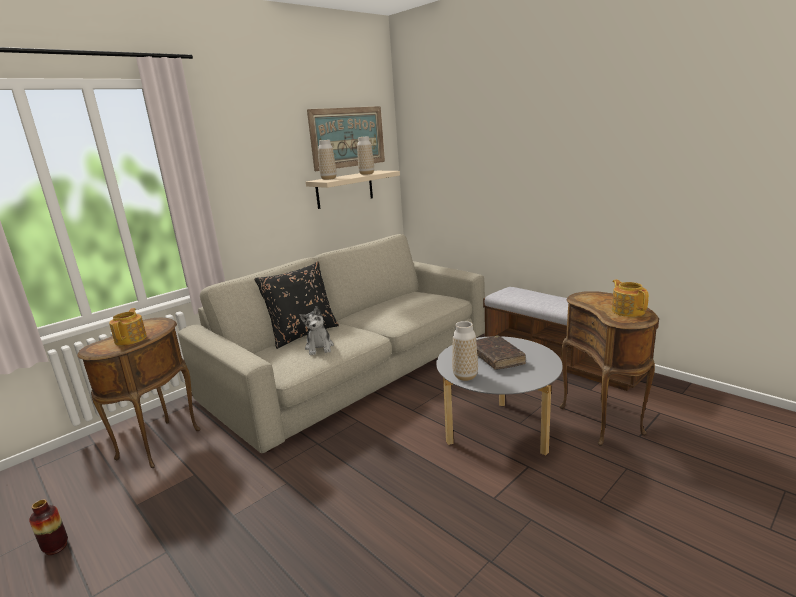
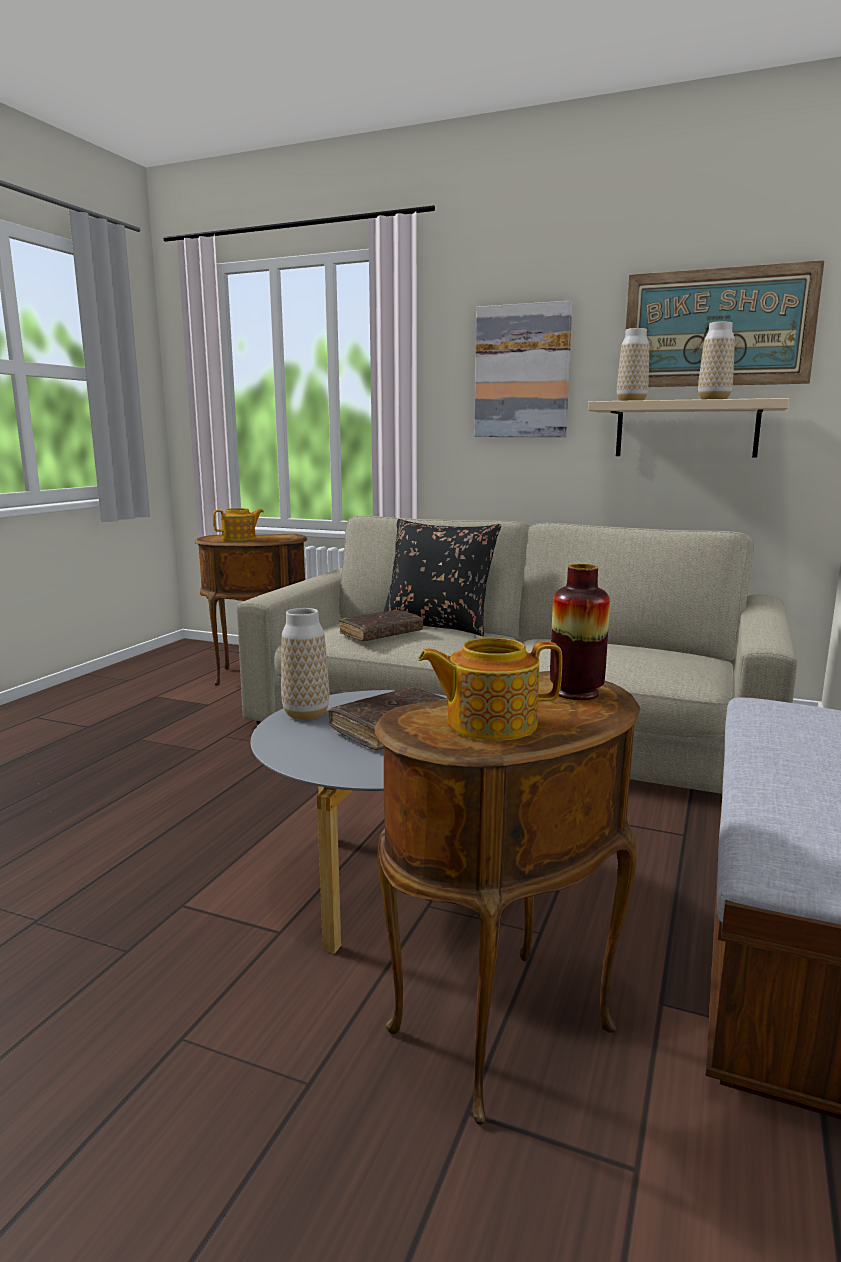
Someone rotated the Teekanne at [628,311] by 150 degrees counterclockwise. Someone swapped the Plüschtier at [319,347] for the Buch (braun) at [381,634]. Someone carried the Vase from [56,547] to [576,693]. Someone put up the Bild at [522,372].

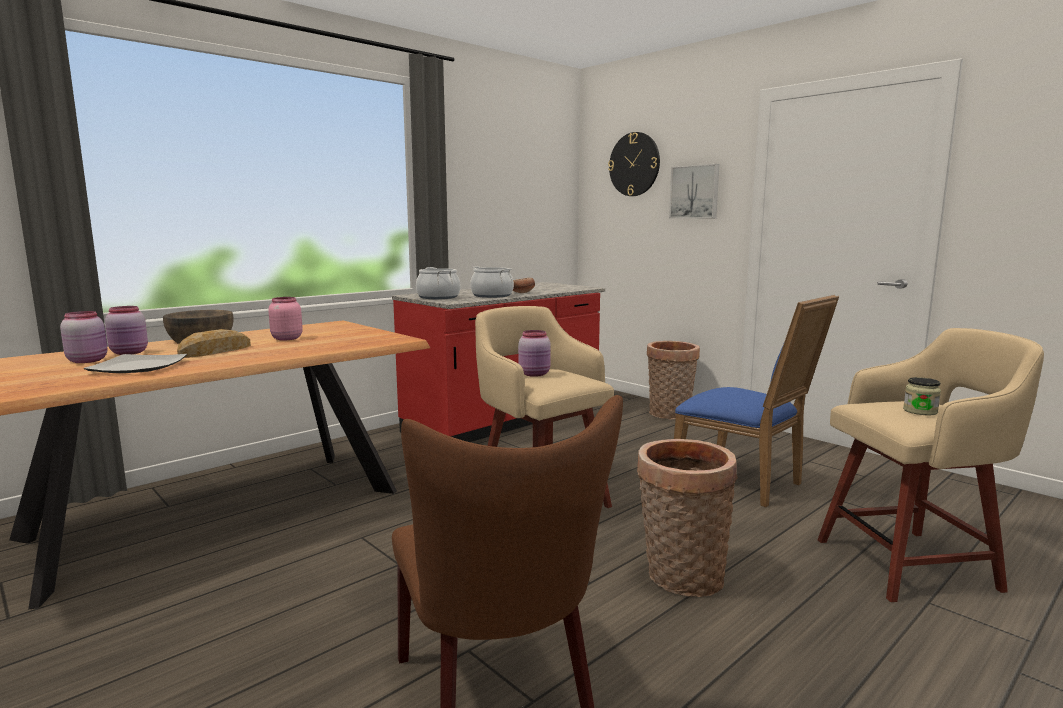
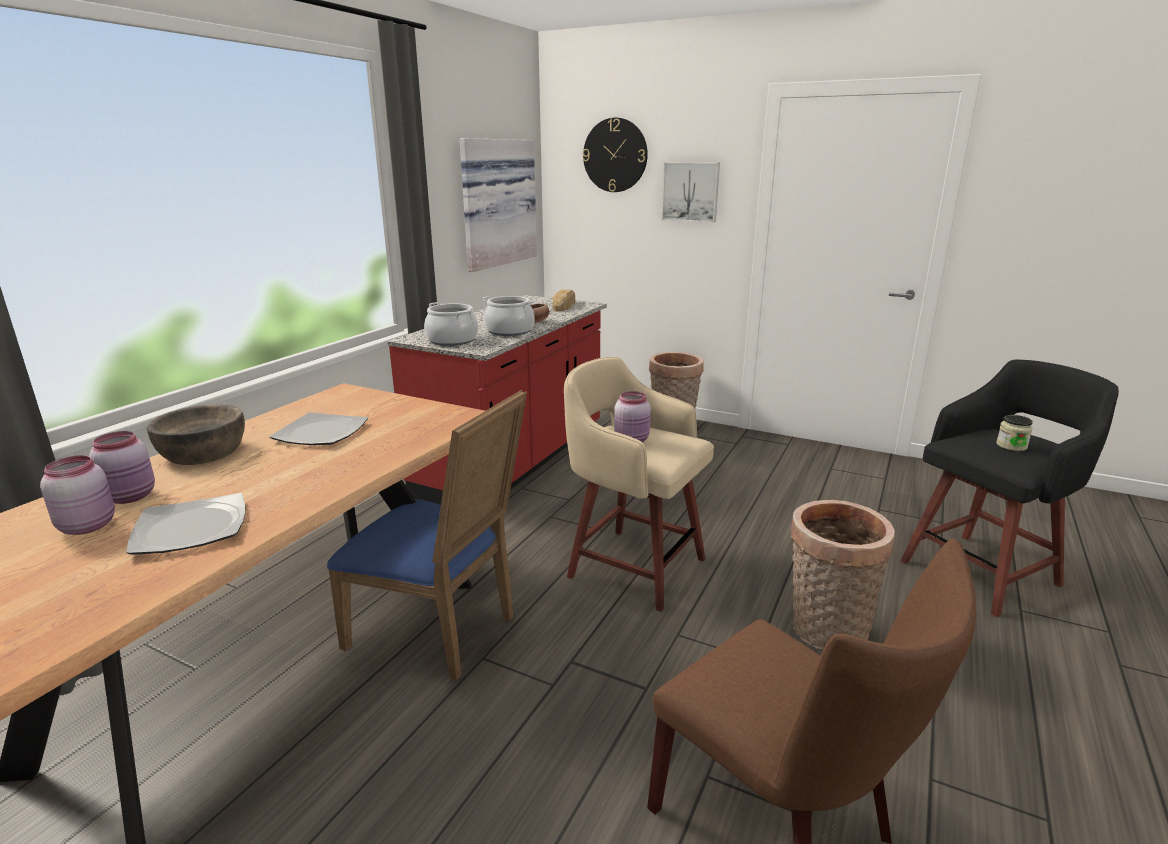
Someone carried the Stuhl (blau) from [744,483] to [441,631]. Someone swapped the Vorratsglas (rosa) at [286,338] for the Teller at [320,433]. Someone repainted the Hocker (beige) at [911,564], which became the Hocker (schwarz) at [983,572]. Someone carried the Brot from [215,351] to [564,305]. Someone put up the Bild at [496,203].

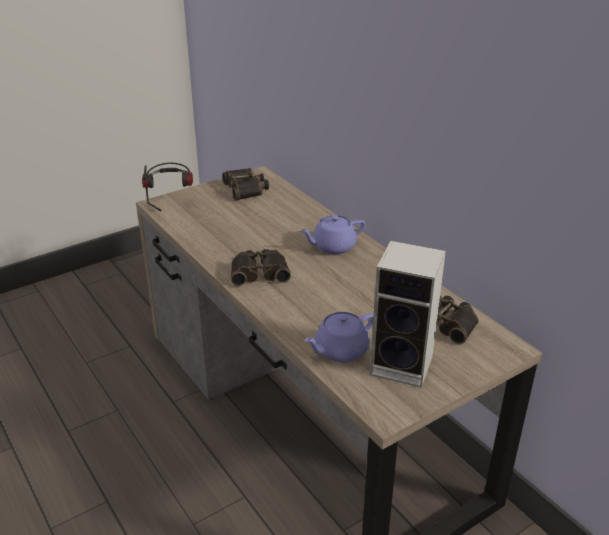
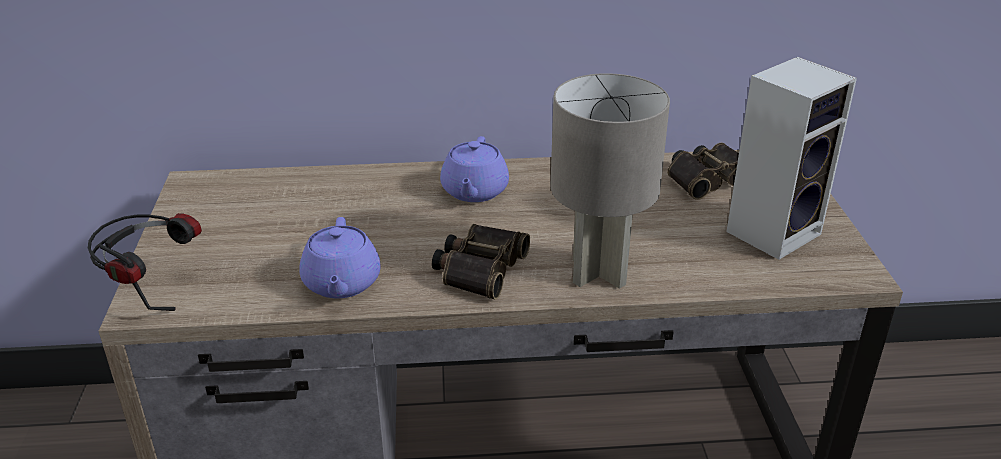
Someone took away the Fernglas at [246,189]. Someone carried the Teekanne (lila) from [340,350] to [341,283]. Someone put down the Tischlampe (grau) at [598,271].

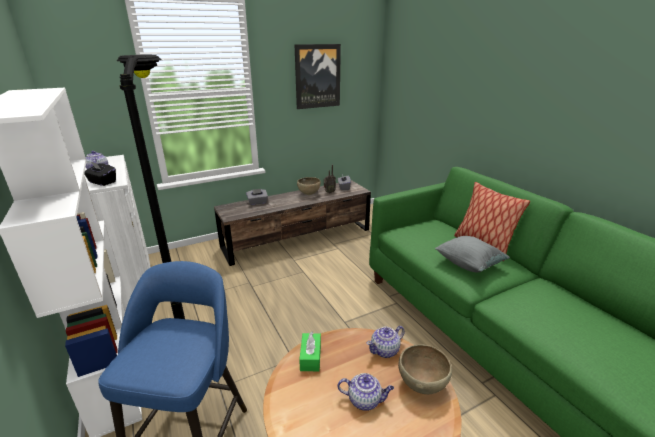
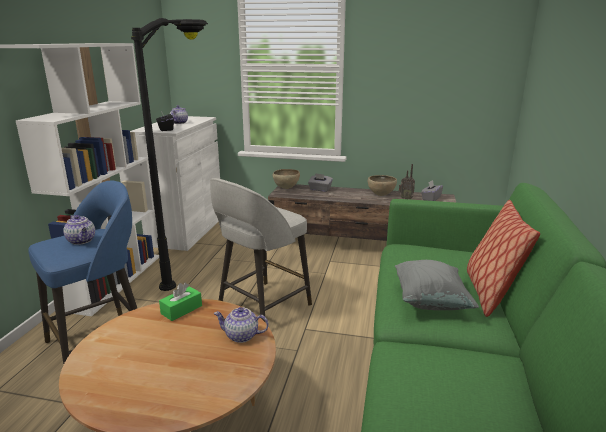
Someone took away the Bild at [317,76]. Someone carried the Schüssel (braun) from [422,384] to [286,188]. Someone carried the Teekanne from [365,400] to [82,241]. Someone put down the Hocker (grau) at [262,307].

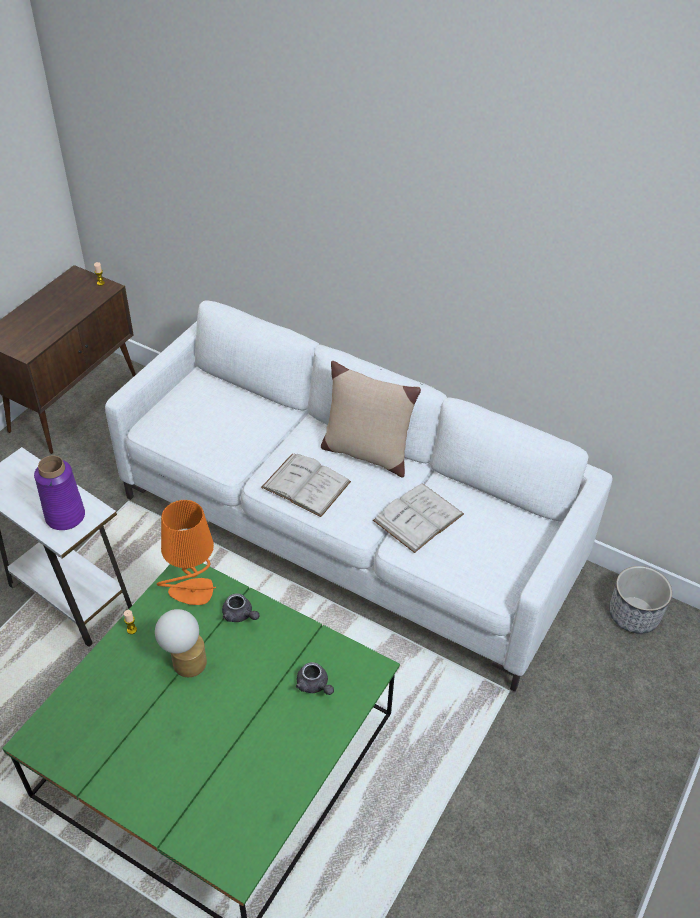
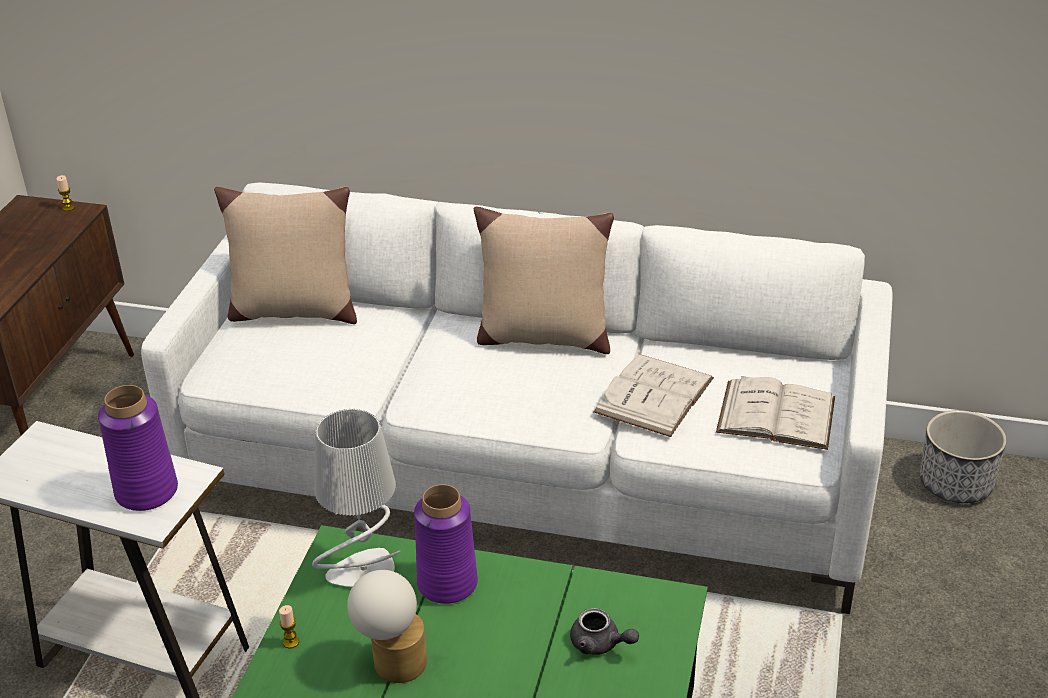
Someone carried the Buch (weiß) from [306,484] to [776,414]. Someone repainted the Tischlampe (orange) at [192,593], which became the Tischlampe (grau) at [362,572]. Someone swapped the Teekanne (grau) at [240,615] for the Vase (lila) at [448,583]. Someone put down the Kissen (beige) at [293,311].

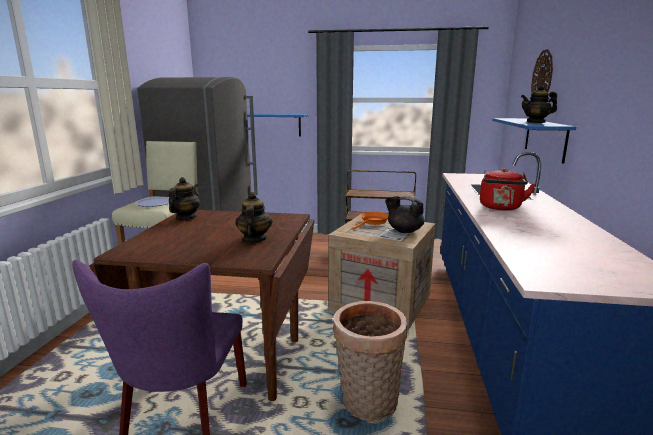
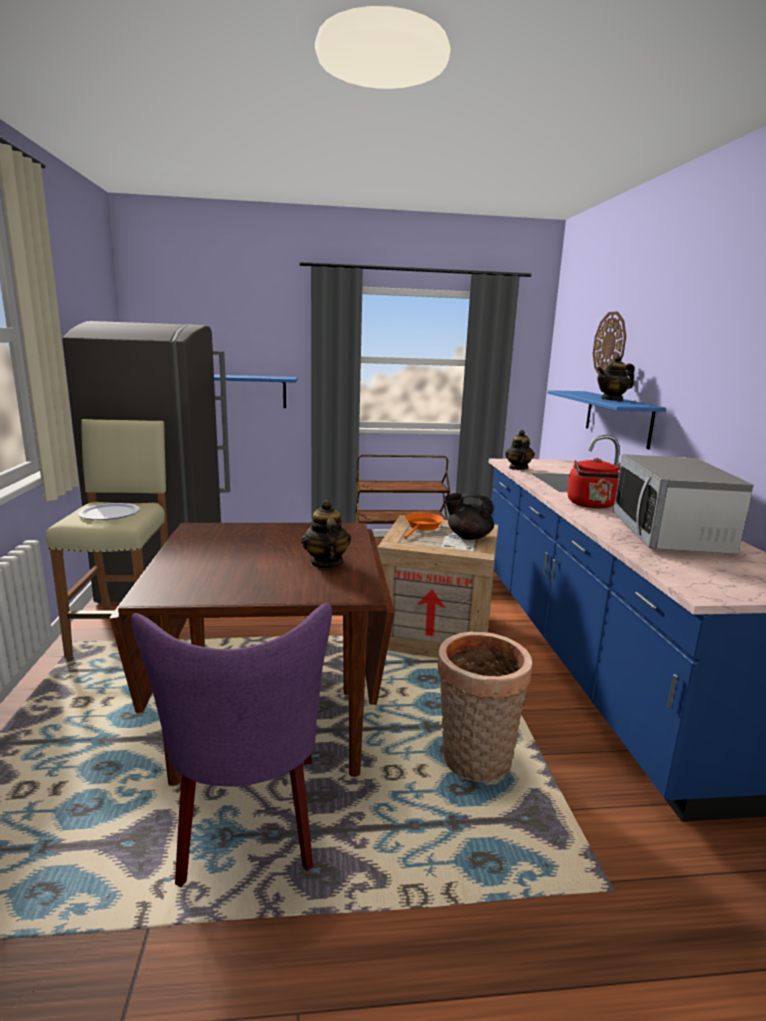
Someone carried the Teekanne from [186,218] to [518,468]. Someone put down the Mikrowelle at [669,535].

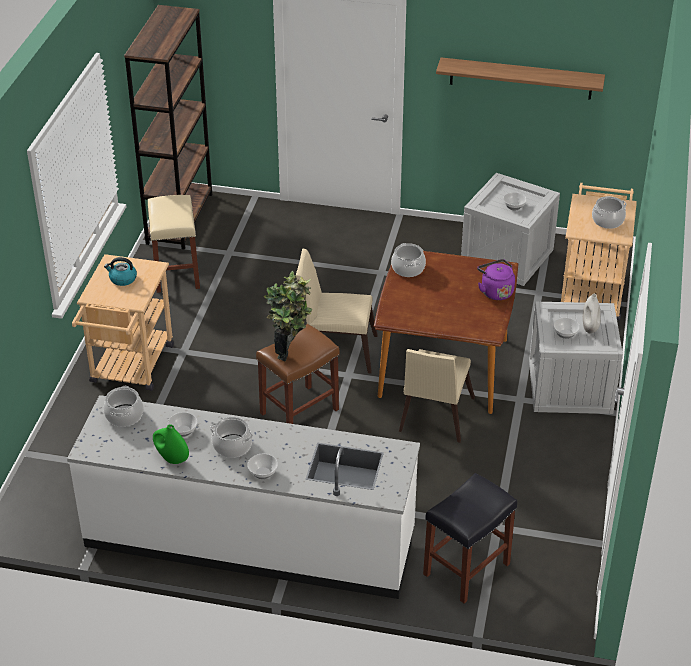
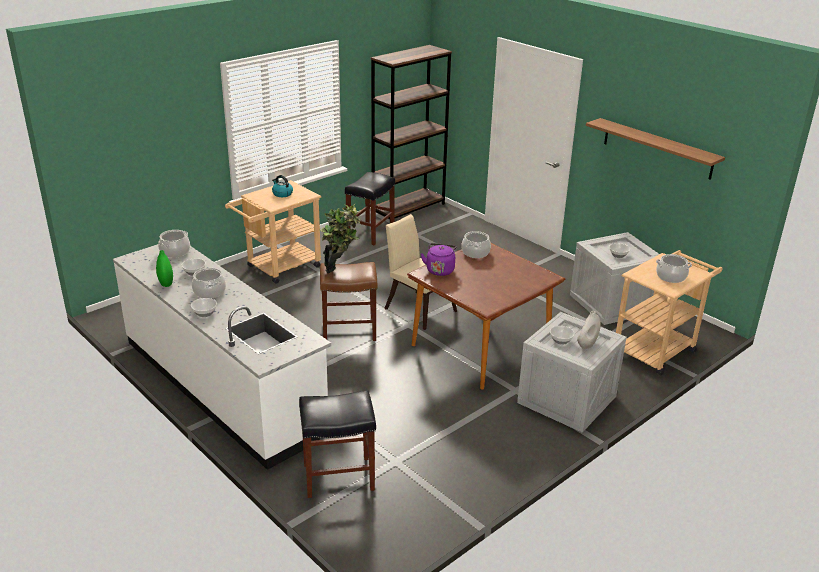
Someone repainted the Hocker (beige) at [177,274], which became the Hocker (schwarz) at [370,234]. Someone carried the Wasserkessel (lila) from [495,291] to [440,270]. Someone took away the Stuhl (beige) at [434,418].

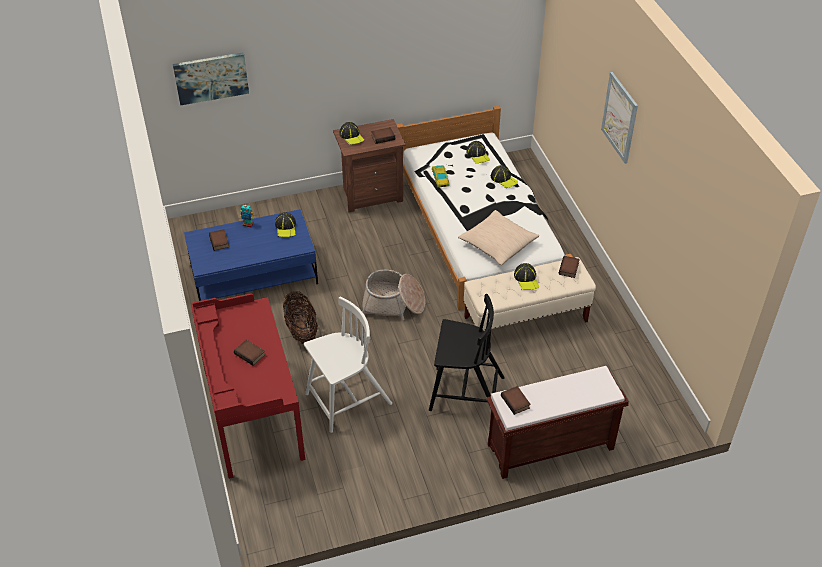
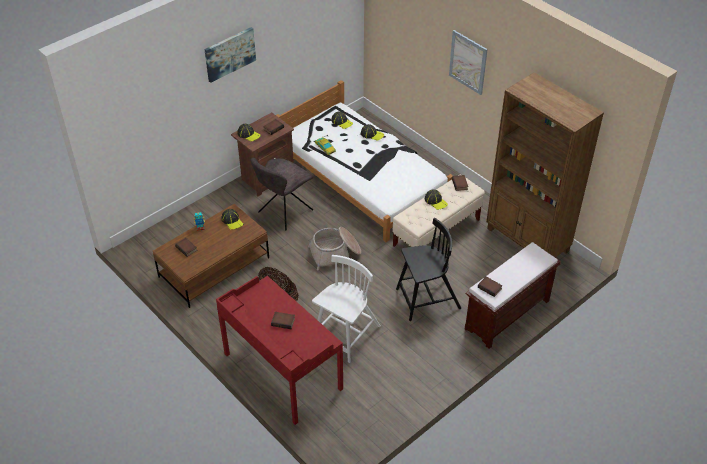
Someone carried the Bild from [211,77] to [230,54]. Someone repainted the Couchtisch (blau) at [253,275], which became the Couchtisch (braun) at [214,267]. Someone took away the Kissen (beige) at [498,244]. Someone put down the Bücherregal (braun) at [527,240]. Someone put down the Stuhl (grau) at [284,212].

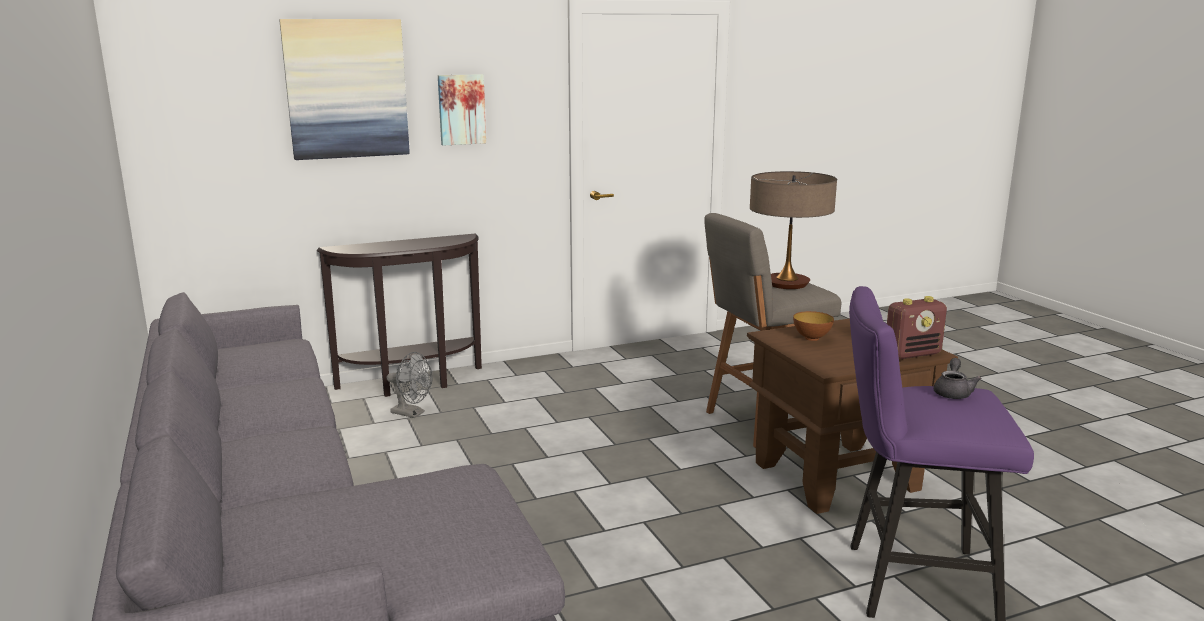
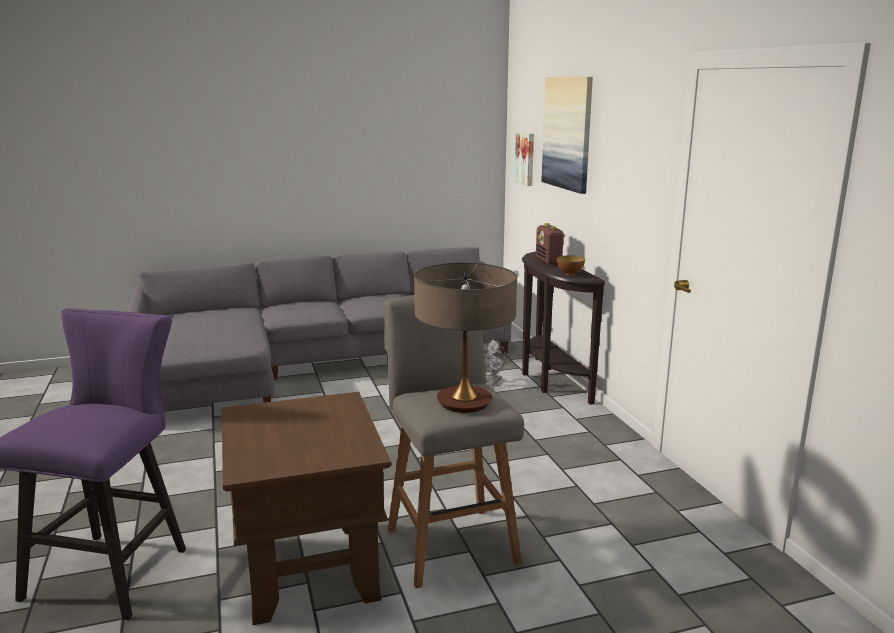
Someone carried the Bild from [461,109] to [526,158]. Someone carried the Radio from [912,354] to [549,261]. Someone carried the Schüssel from [811,338] to [570,274]. Someone took away the Teekanne (grau) at [953,392].

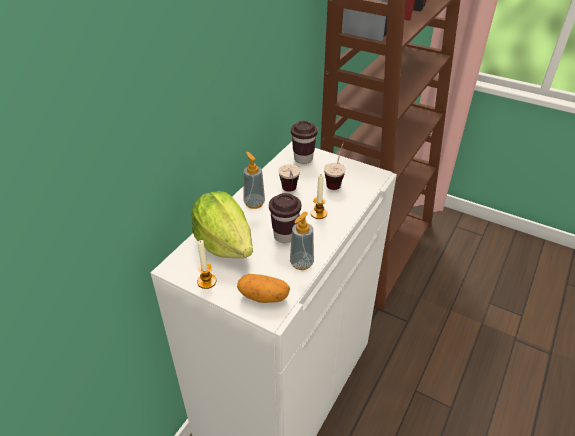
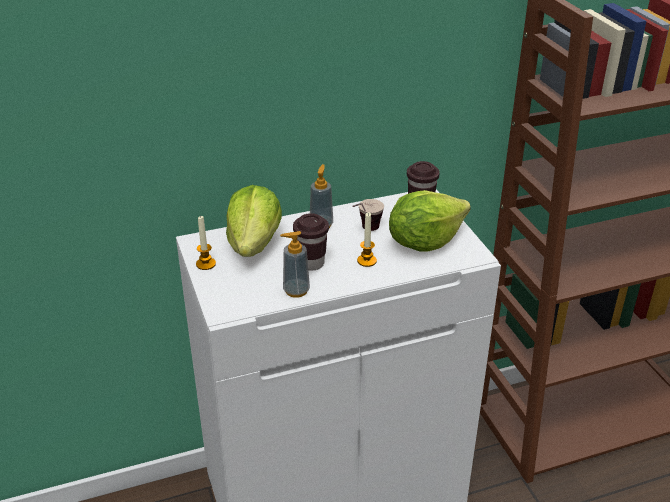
Someone swapped the Tasse at [336,181] for the Salatkopf at [424,241]. Someone took away the Kartoffel at [263,296].

